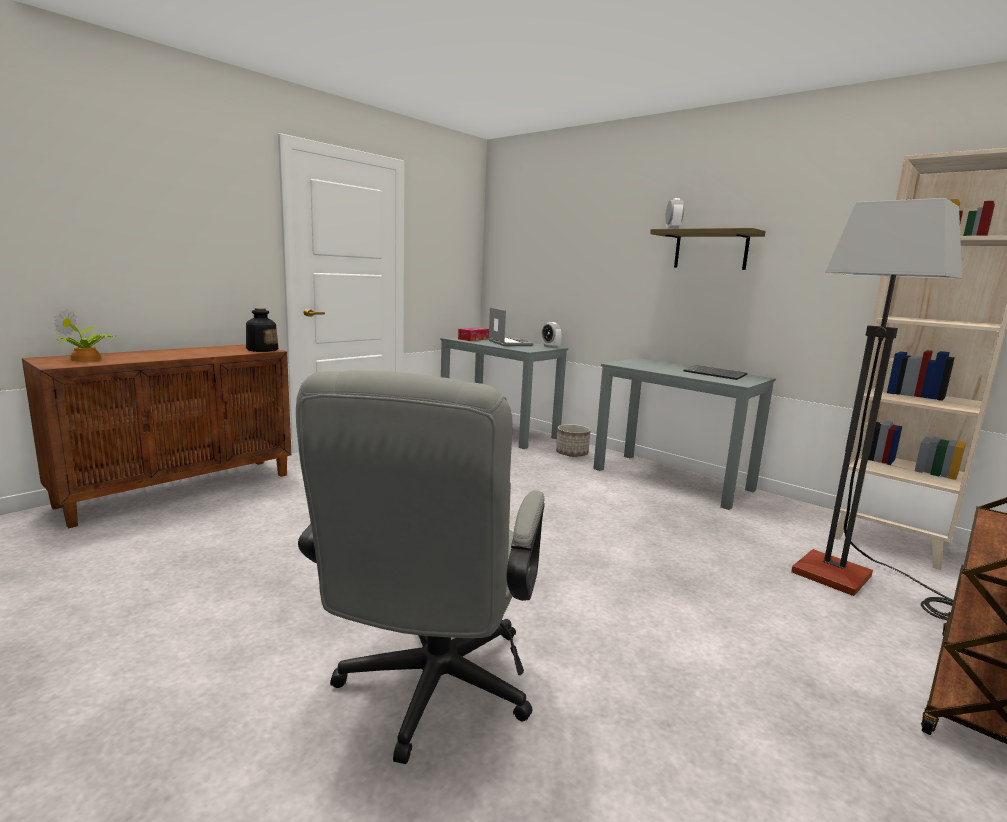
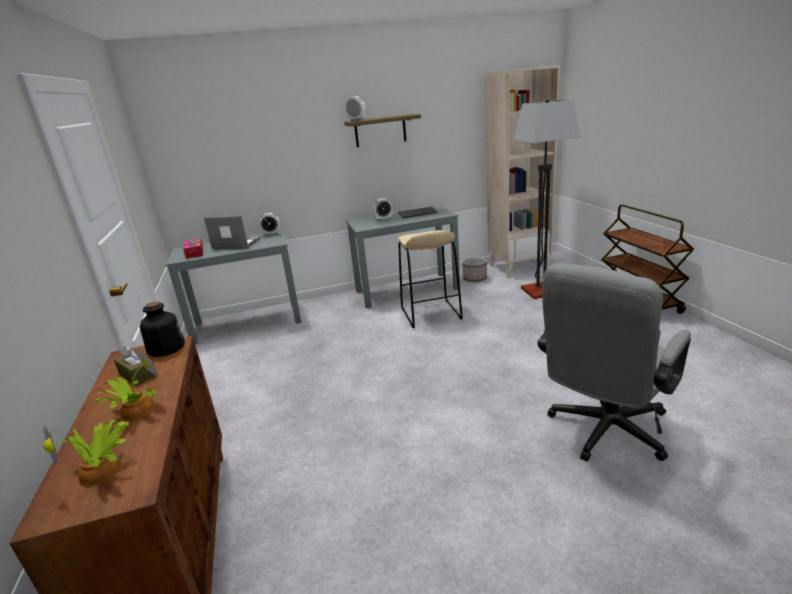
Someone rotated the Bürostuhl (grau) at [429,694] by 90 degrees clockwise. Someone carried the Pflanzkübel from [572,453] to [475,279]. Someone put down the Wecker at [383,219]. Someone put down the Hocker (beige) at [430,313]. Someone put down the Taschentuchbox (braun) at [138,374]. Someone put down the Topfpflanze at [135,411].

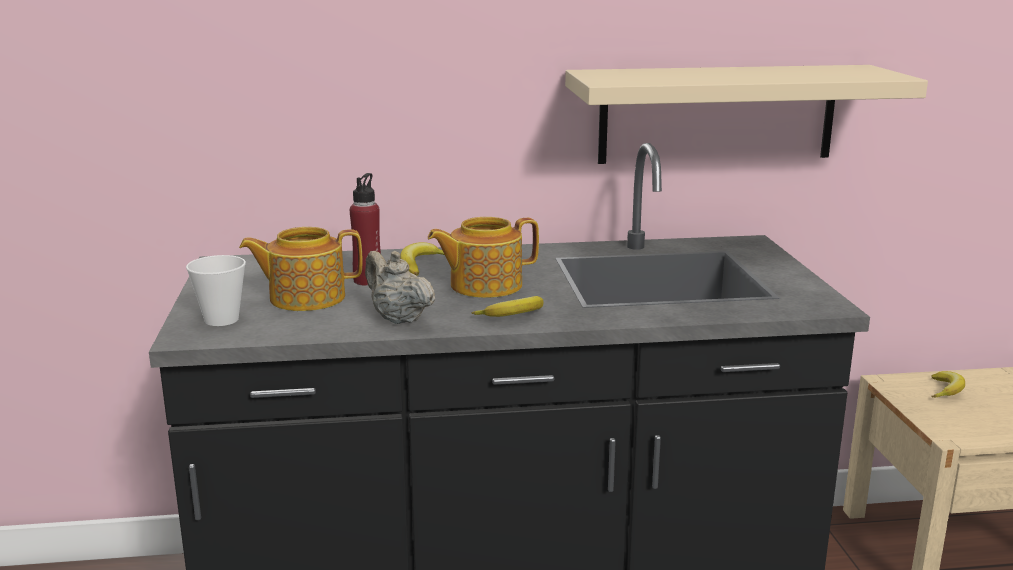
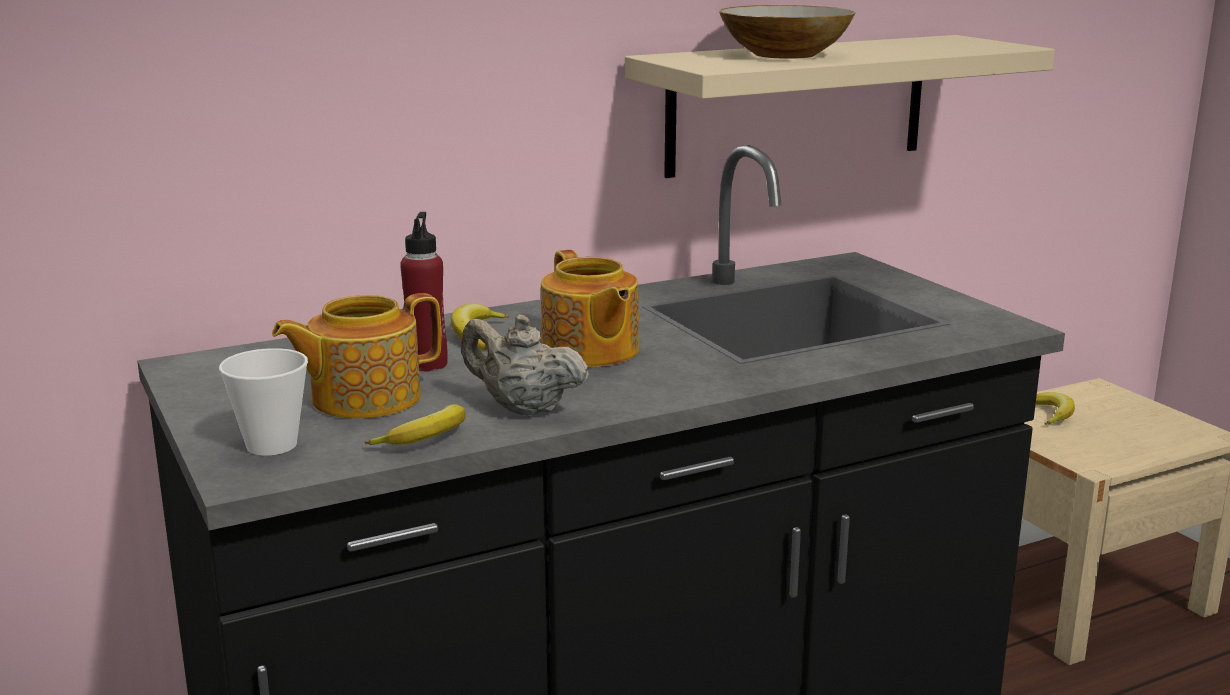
Someone rotated the Teekanne at [484,285] by 75 degrees counterclockwise. Someone carried the Banane from [513,316] to [427,438]. Someone put down the Schüssel at [783,55].

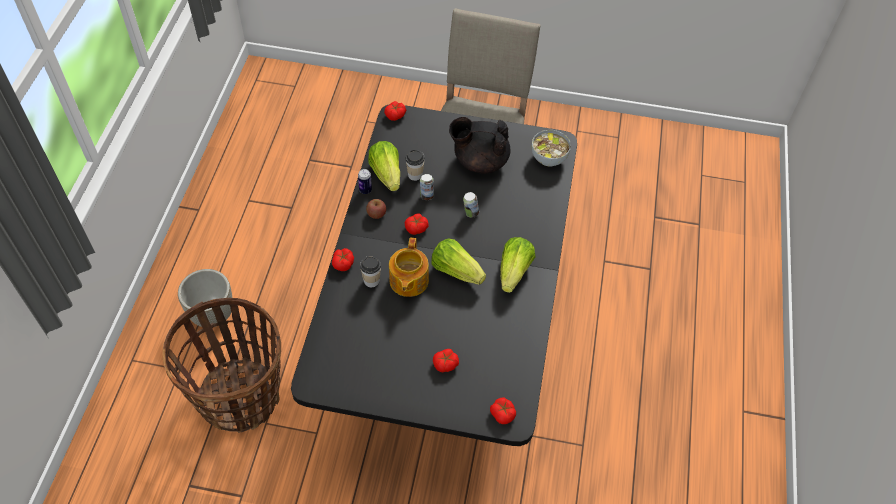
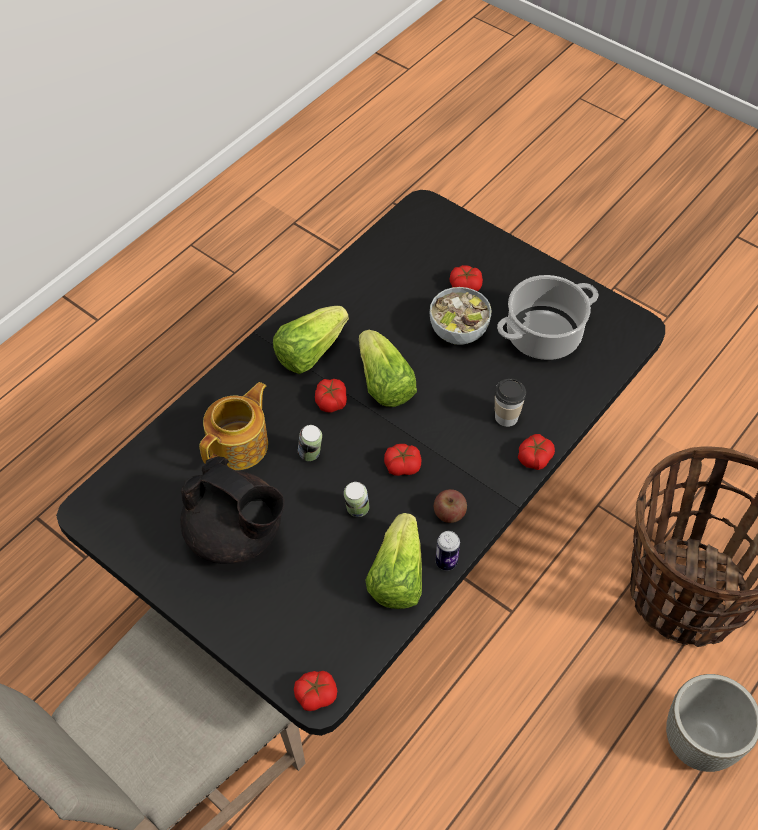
Someone carried the Schüssel from [548,158] to [458,332]. Someone took away the Tasse at [415,175]. Someone carried the Teekanne from [408,281] to [240,444]. Someone carried the Tomate from [502,414] to [331,401]. Someone put down the Kochtopf at [544,334].

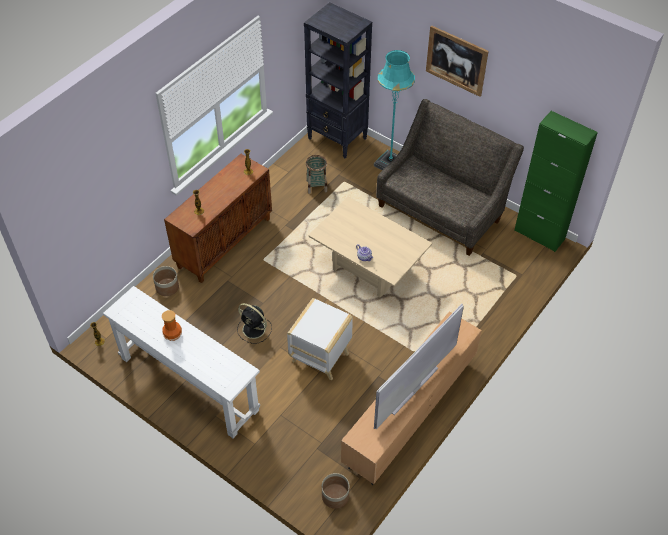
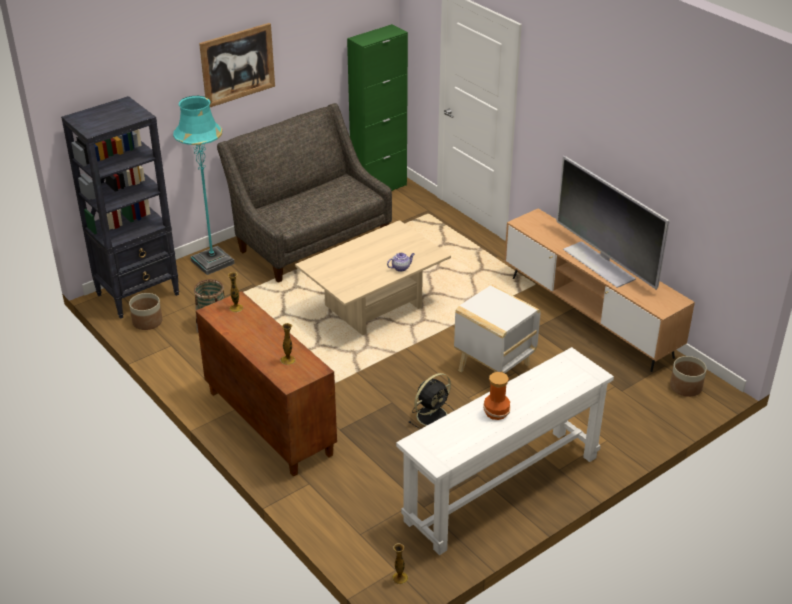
Someone carried the Pflanzkübel from [167,287] to [147,322].

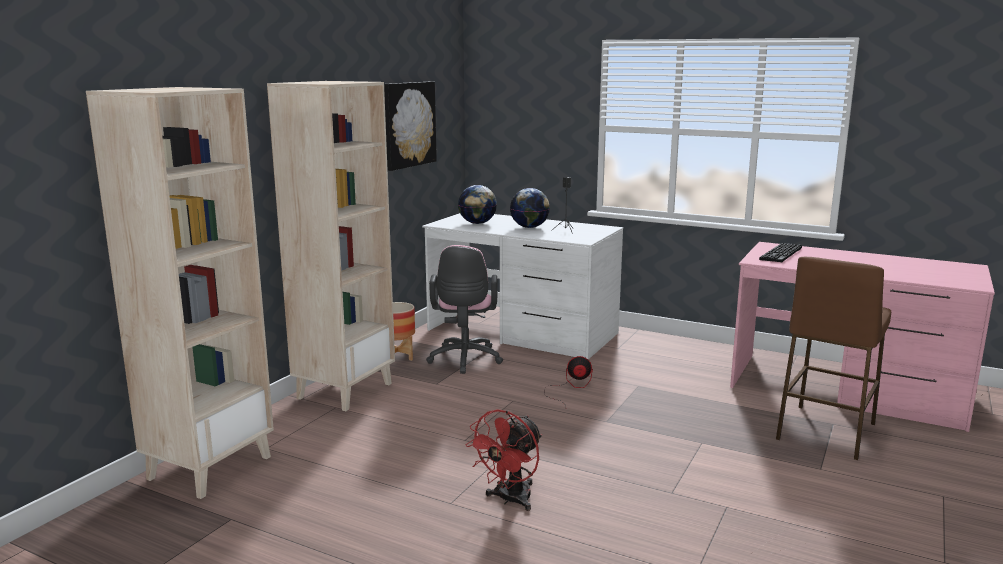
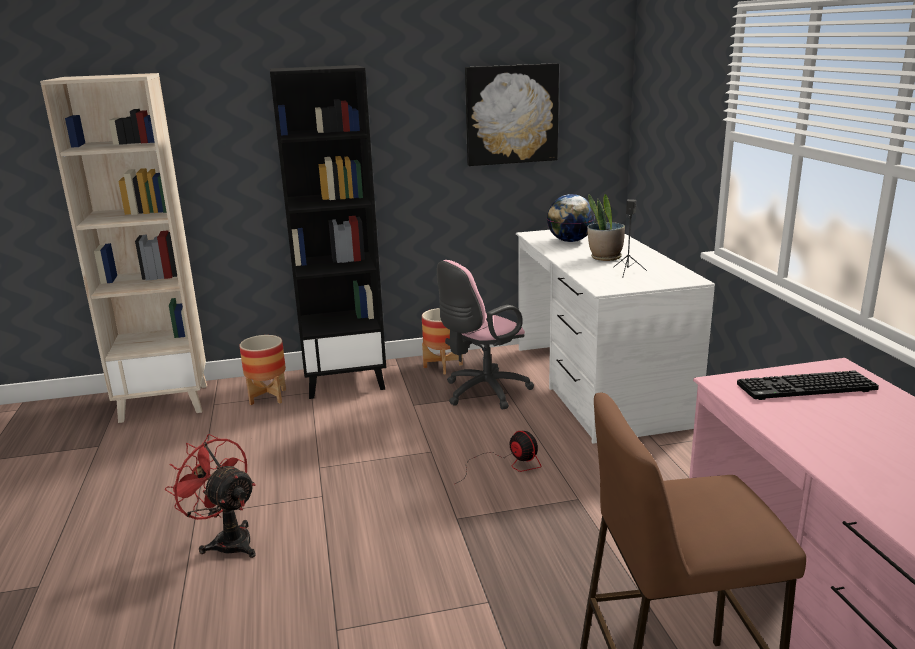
Someone repainted the Bücherregal (beige) at [345,390], which became the Bücherregal (schwarz) at [345,380]. Someone swapped the Globus at [529,227] for the Topfpflanze at [605,258]. Someone rotated the Ventilator (rot) at [509,500] by 45 degrees clockwise. Someone put down the Pflanzkübel at [268,397].

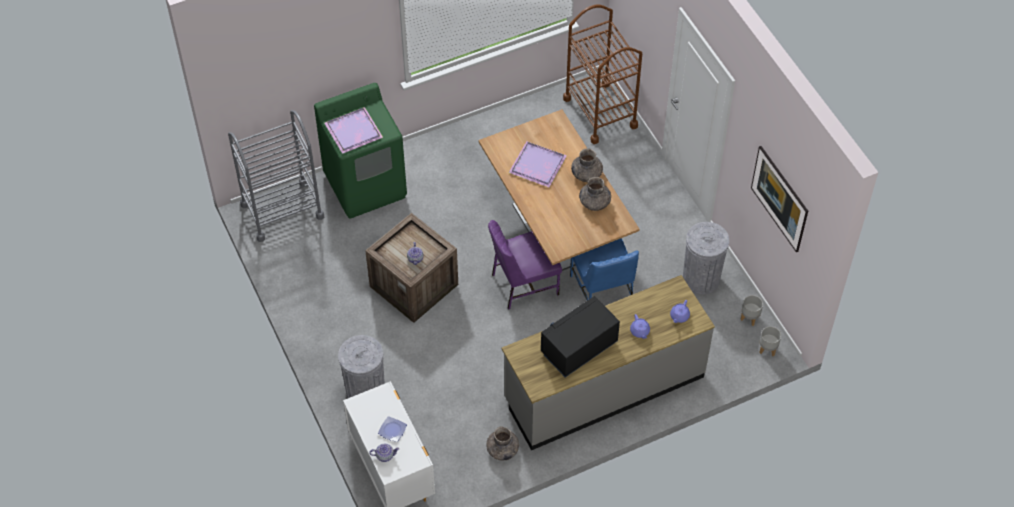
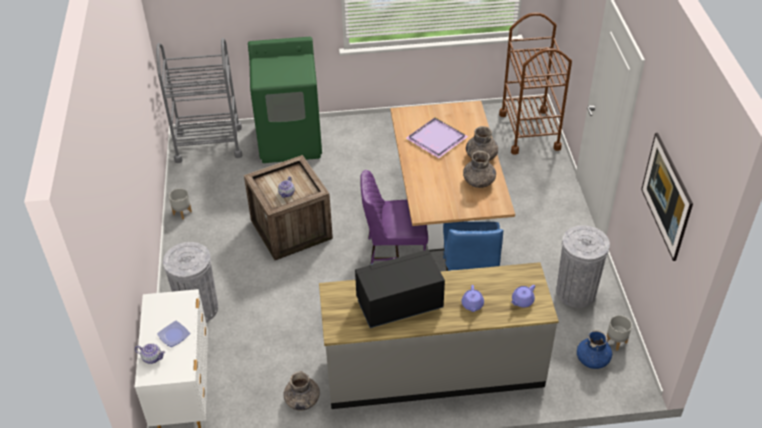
Someone took away the Tablett (lila) at [354,131]. Someone carried the Pflanzkübel (grau) from [767,349] to [182,213]. Someone put down the Vase (blau) at [593,359].

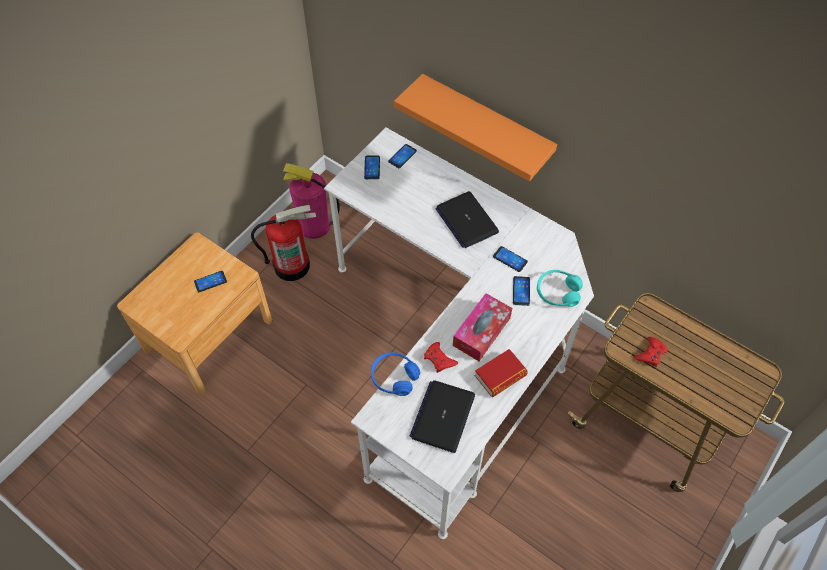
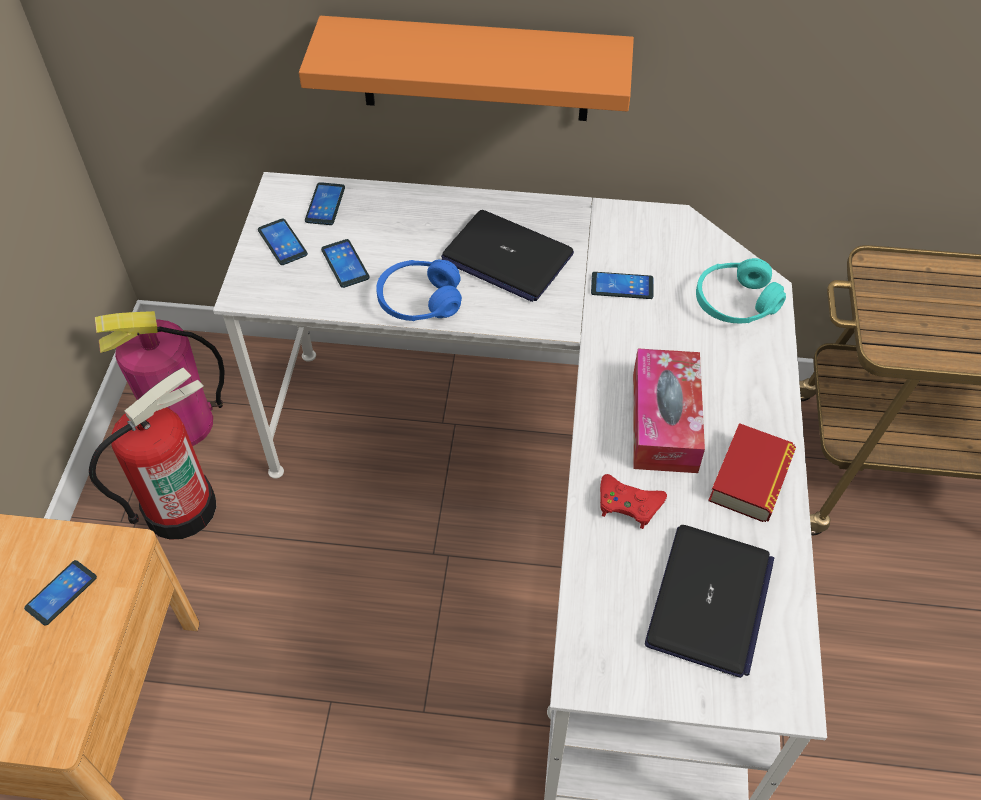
Someone carried the Handy from [521,291] to [345,264]. Someone took away the Gamepad (rot) at [650,354]. Someone carried the Kopfhörer (blau) from [394,377] to [419,301]. Someone rotated the Laptop at [443,416] by 150 degrees counterclockwise.

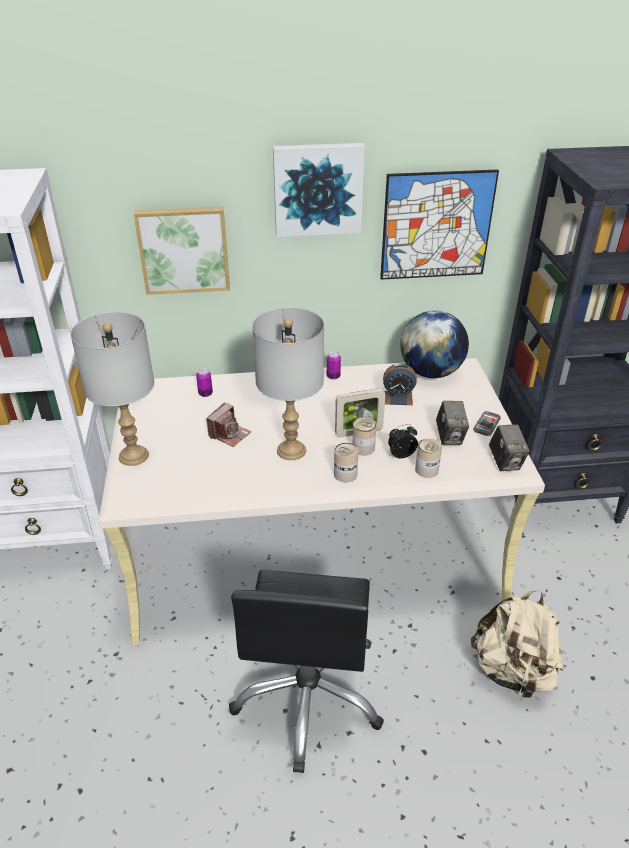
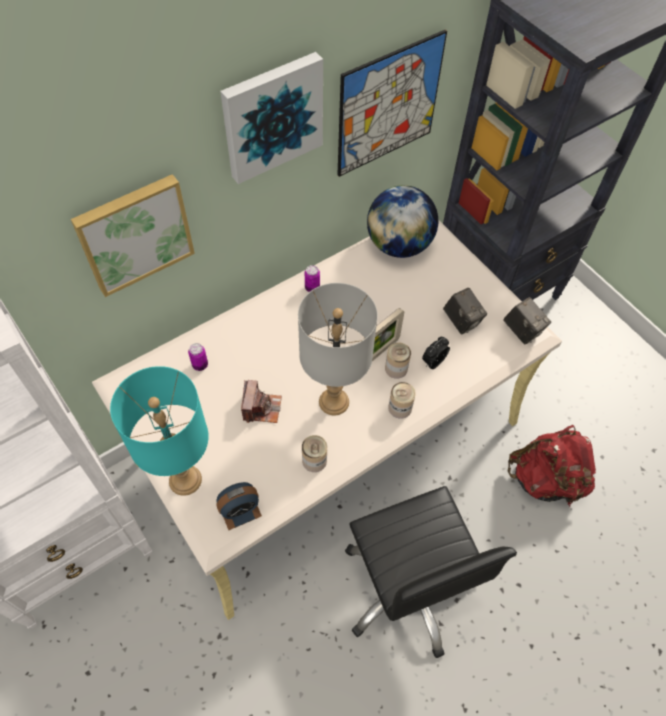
Someone repainted the Tischlampe (grau) at [133,456], which became the Tischlampe (türkis) at [185,480]. Someone carried the Wecker from [398,398] to [240,510]. Someone took away the Handy at [486,424]. Someone carried the Dose from [426,469] to [314,460]. Someone repainted the Rucksack (beige) at [512,670], which became the Rucksack (rot) at [545,480].

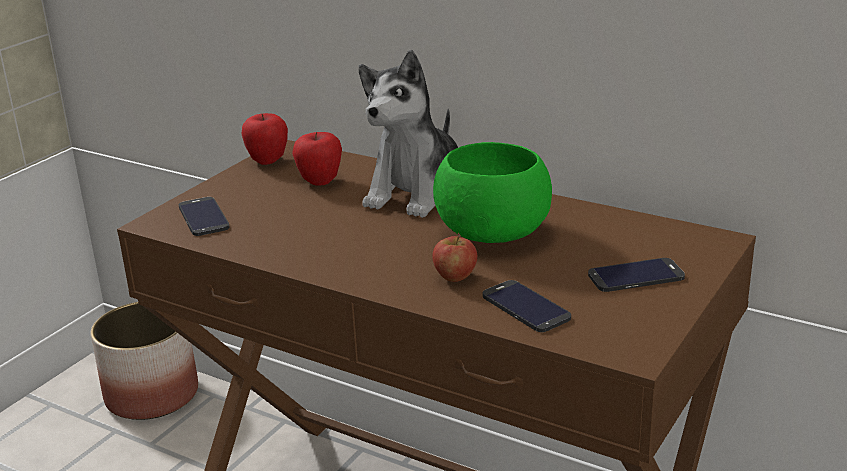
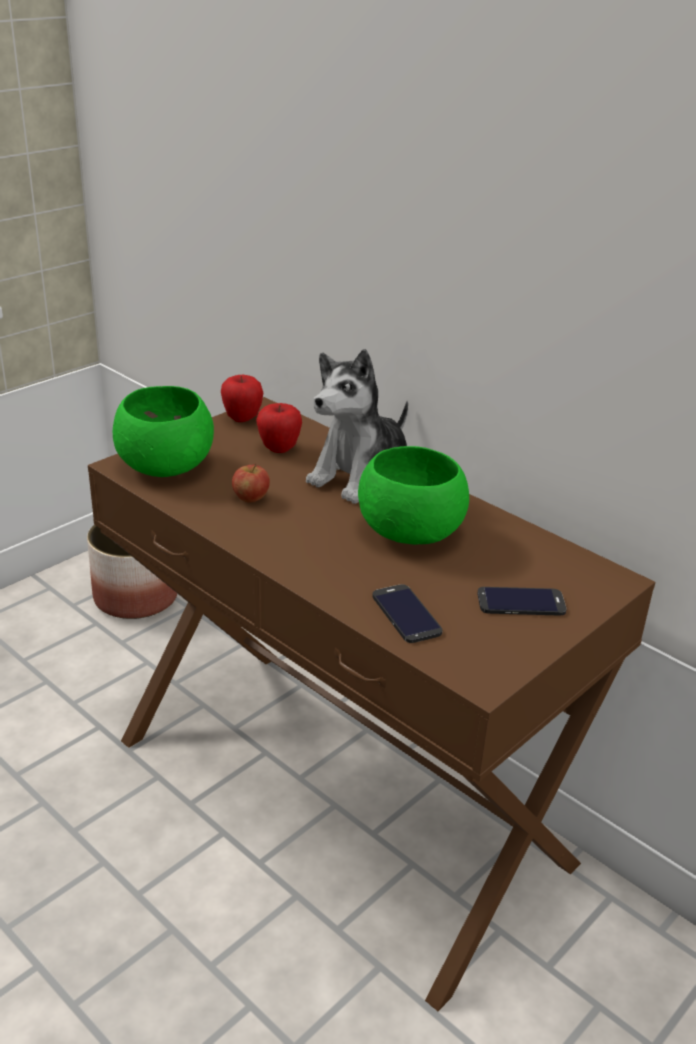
Someone swapped the Handy at [203,217] for the Schüssel (grün) at [164,467]. Someone carried the Apfel from [455,277] to [250,498].

